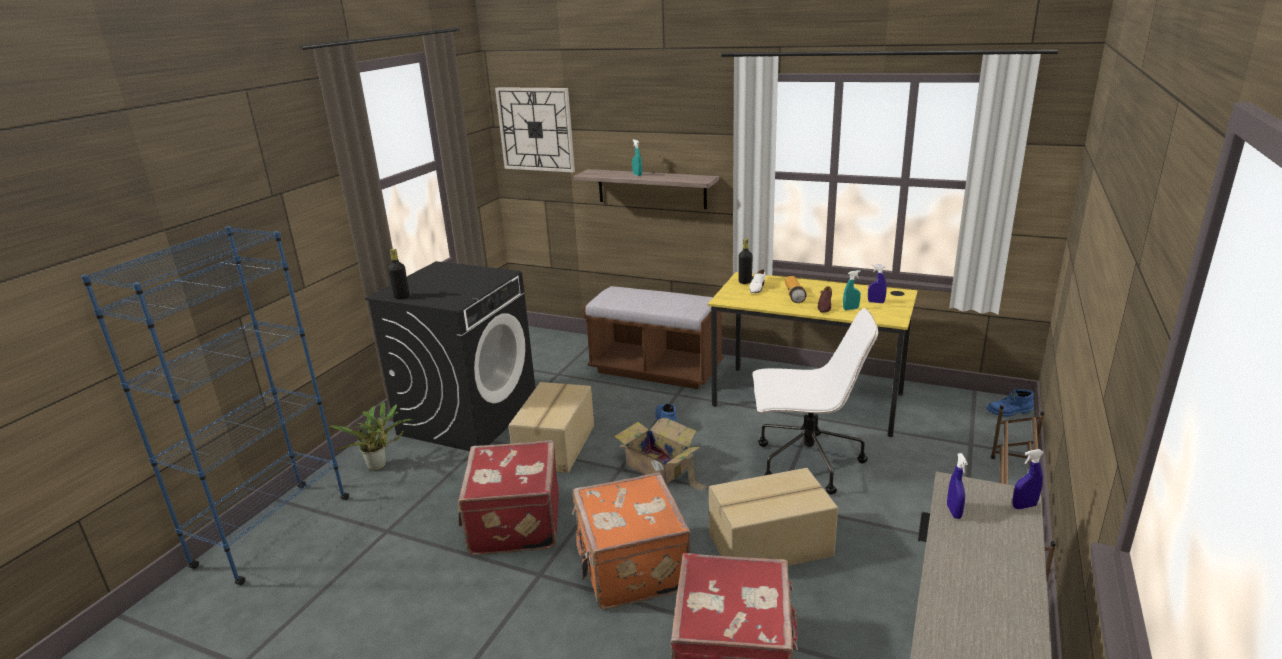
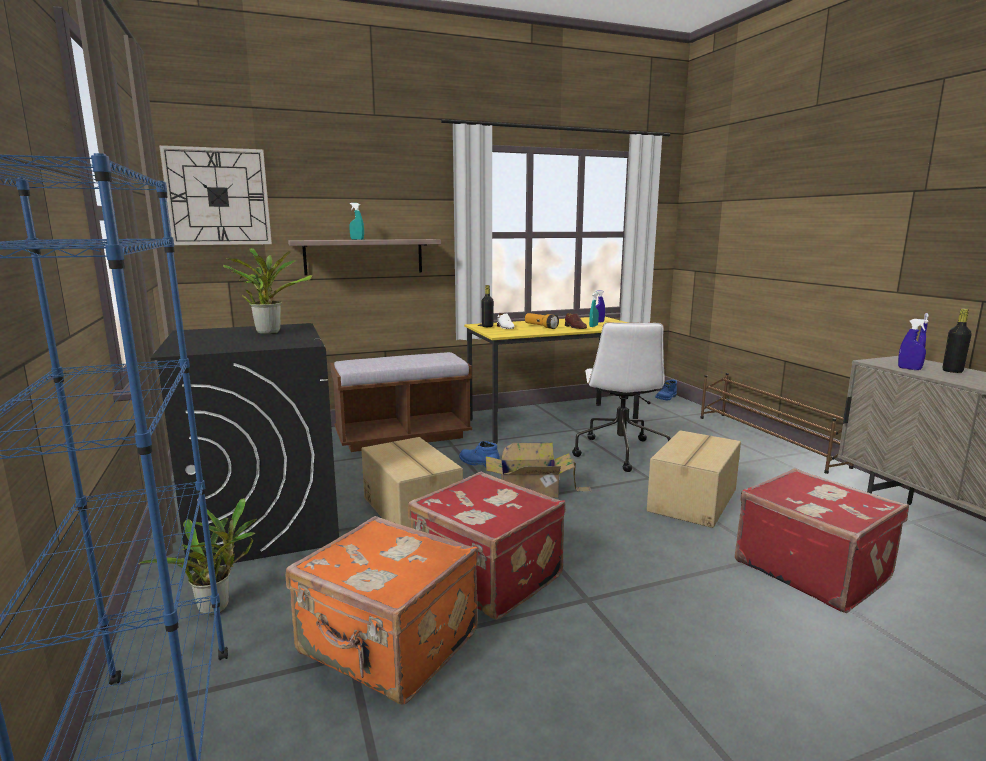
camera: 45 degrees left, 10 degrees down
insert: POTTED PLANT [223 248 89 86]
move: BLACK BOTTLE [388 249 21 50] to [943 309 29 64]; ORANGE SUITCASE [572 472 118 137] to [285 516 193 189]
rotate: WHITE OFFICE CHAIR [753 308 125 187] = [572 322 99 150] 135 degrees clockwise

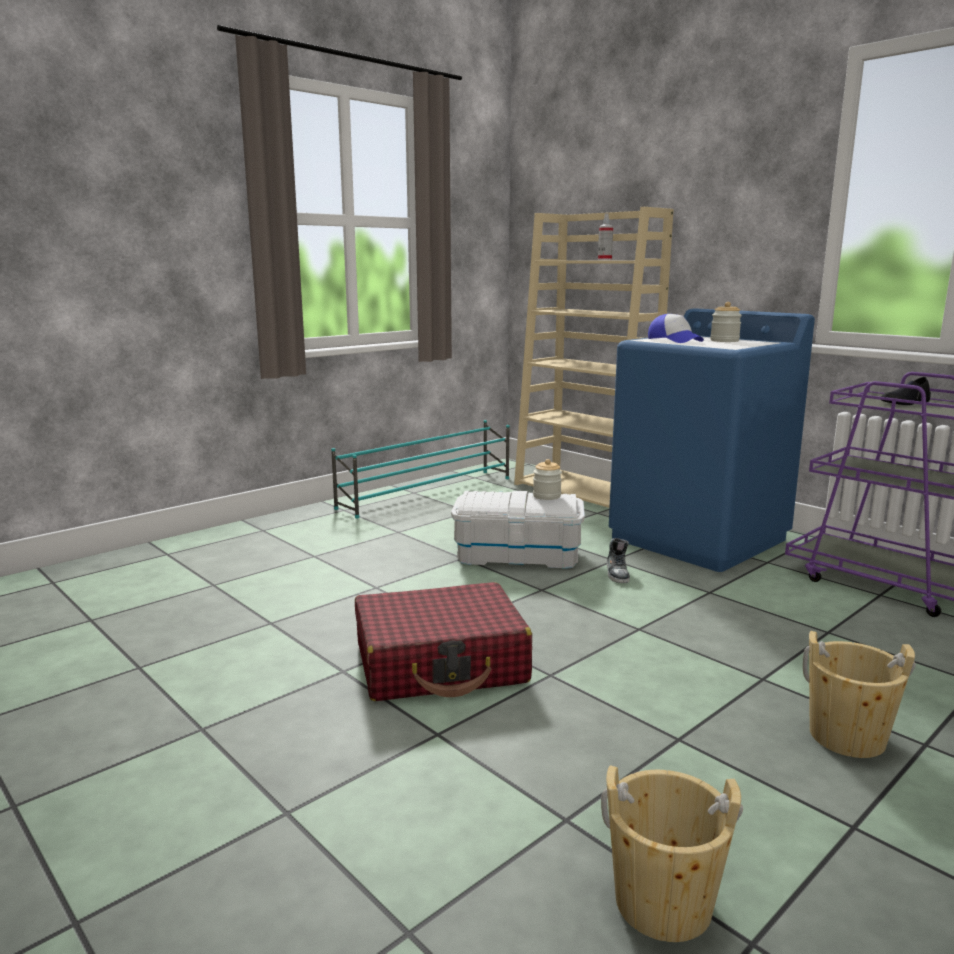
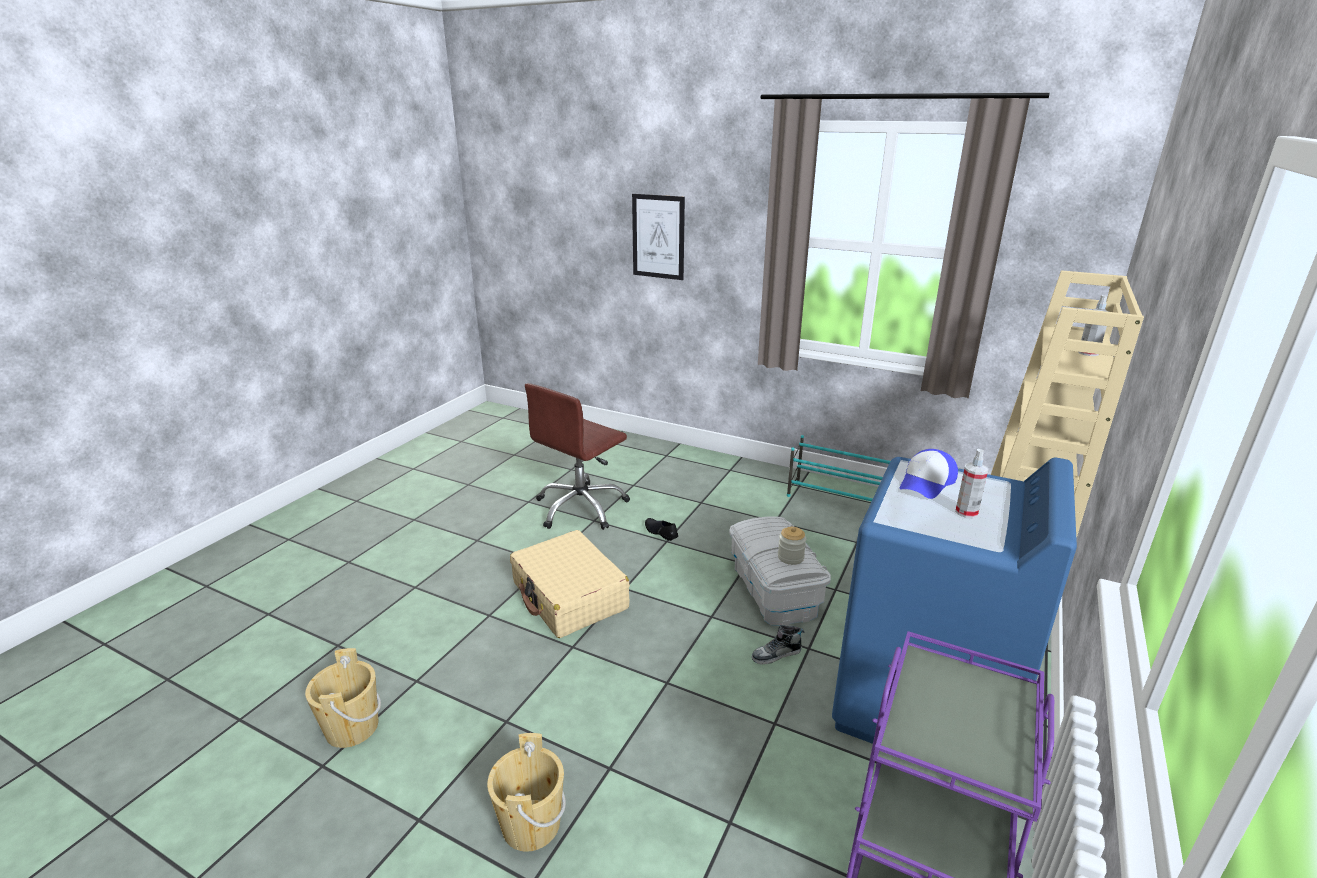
camera: 70 degrees right, 10 degrees up
insert: BROWN OFFICE CHAIR [525 383 105 147]; PICTURE [632 194 53 86]
move: BLACK SHOE [881 377 50 28] to [645 518 33 23]
replace: JAR [710 302 32 40] to SPRAY BOTTLE [955 449 34 69]
recolor: RED SUITCASE [355 582 177 119] to BEIGE SUITCASE [510 530 120 108]

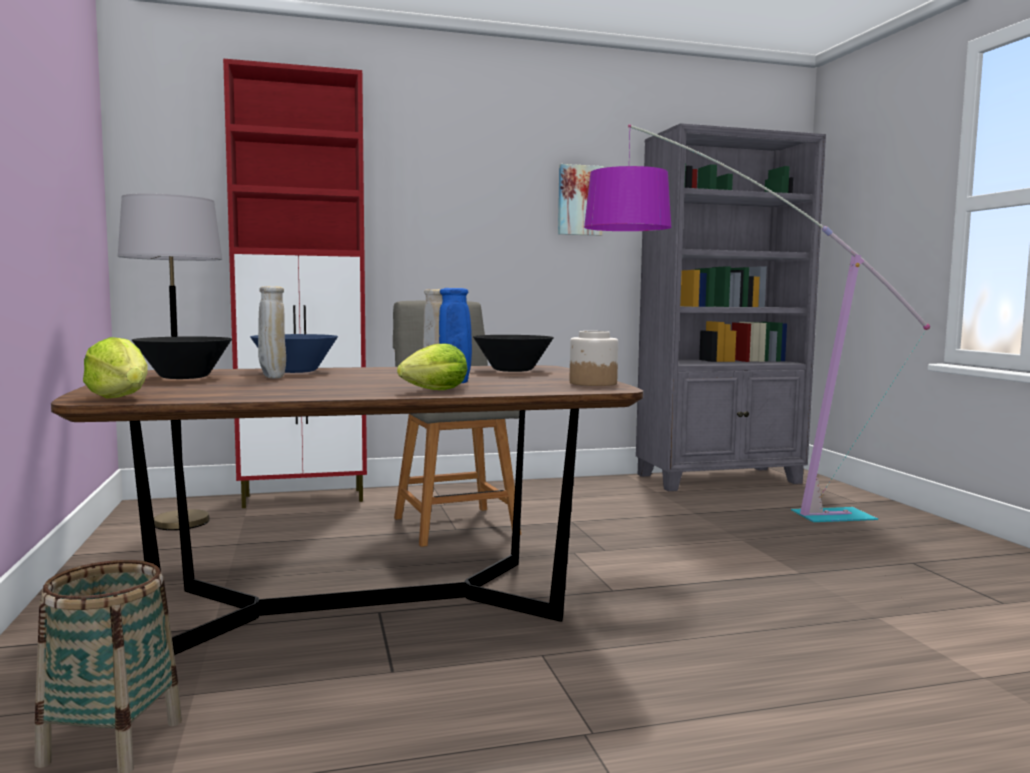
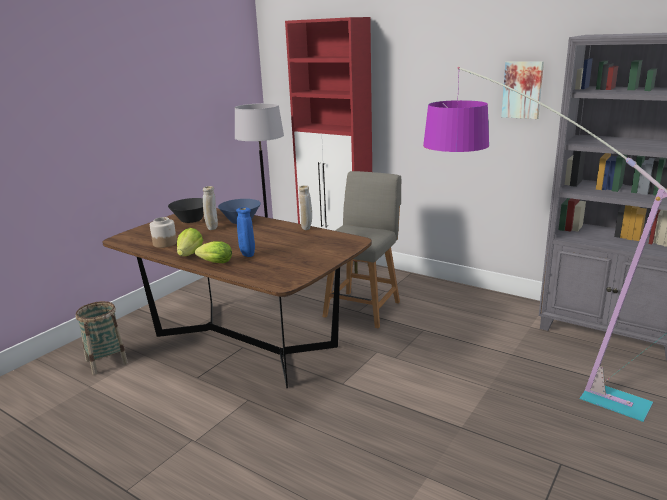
camera: 50 degrees right, 15 degrees up
delete: BLACK BOWL [473 335 81 37]
move: LETTUCE [83 337 65 61] to [177 228 26 28]; JAR [570 331 48 55] to [150 217 27 31]

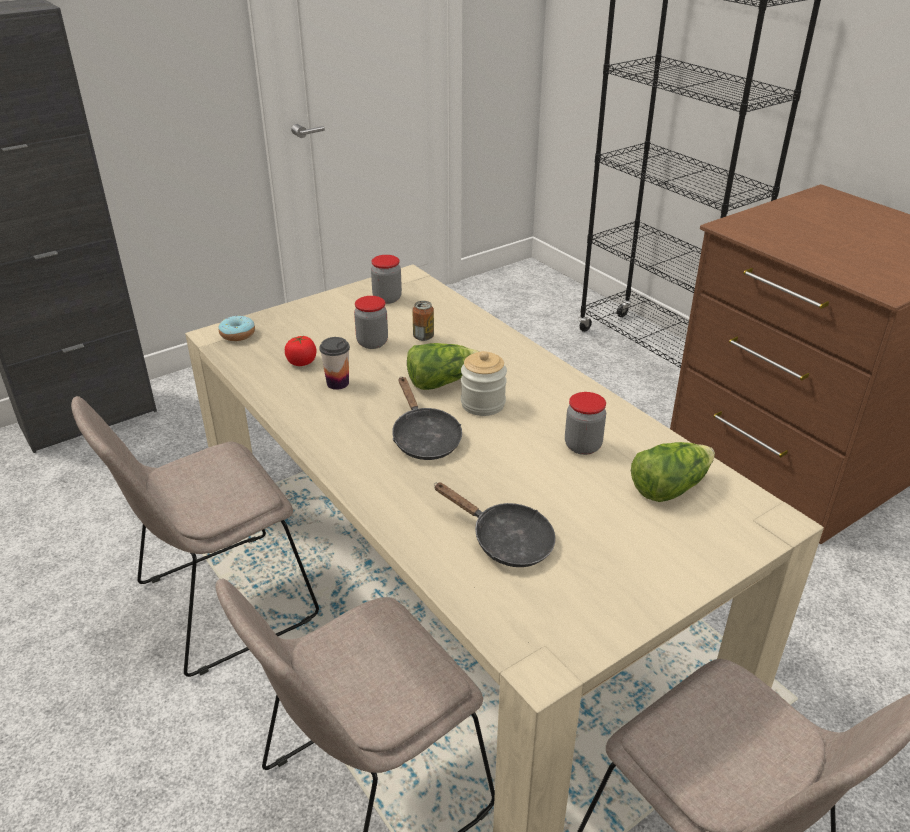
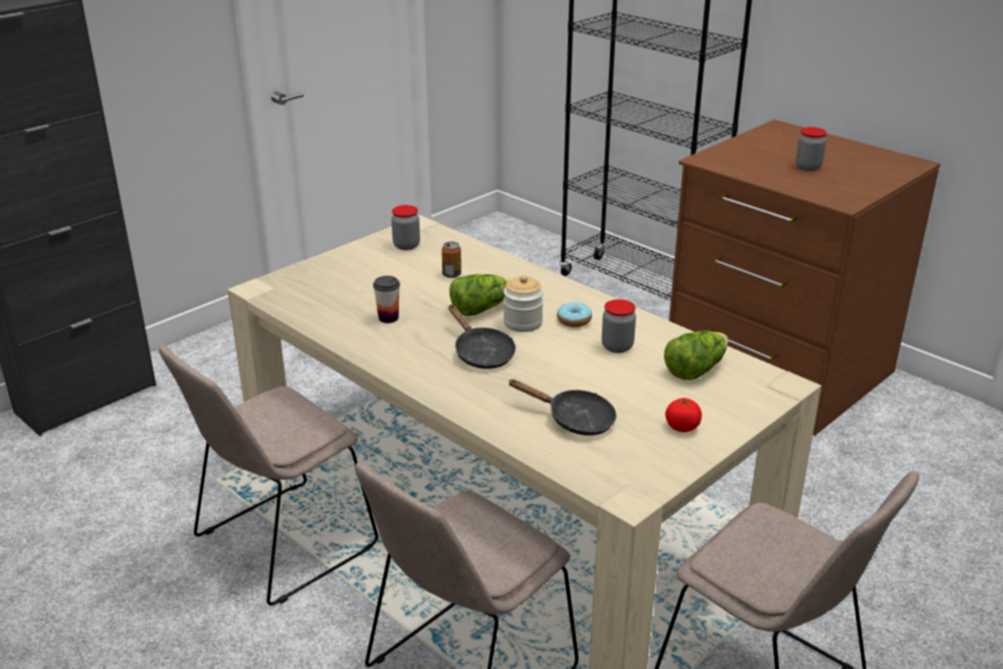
camera: 10 degrees left, 5 degrees down
move: DONUT [219 315 36 26] to [557 302 35 25]; TOMATO [285 336 31 30] to [665 397 37 35]; JAR [354 296 34 53] to [796 127 31 44]

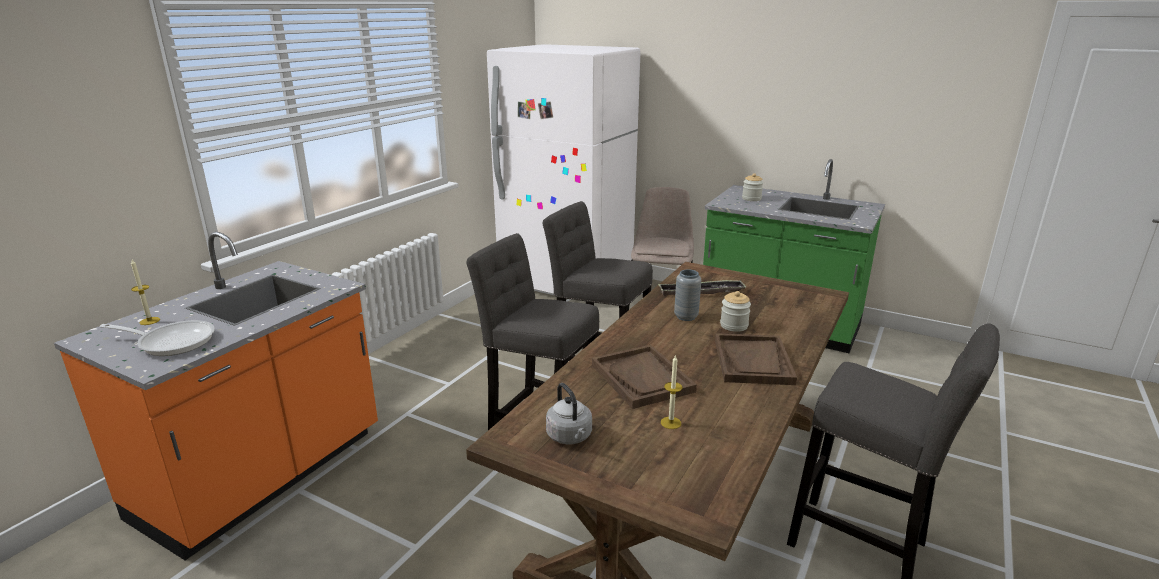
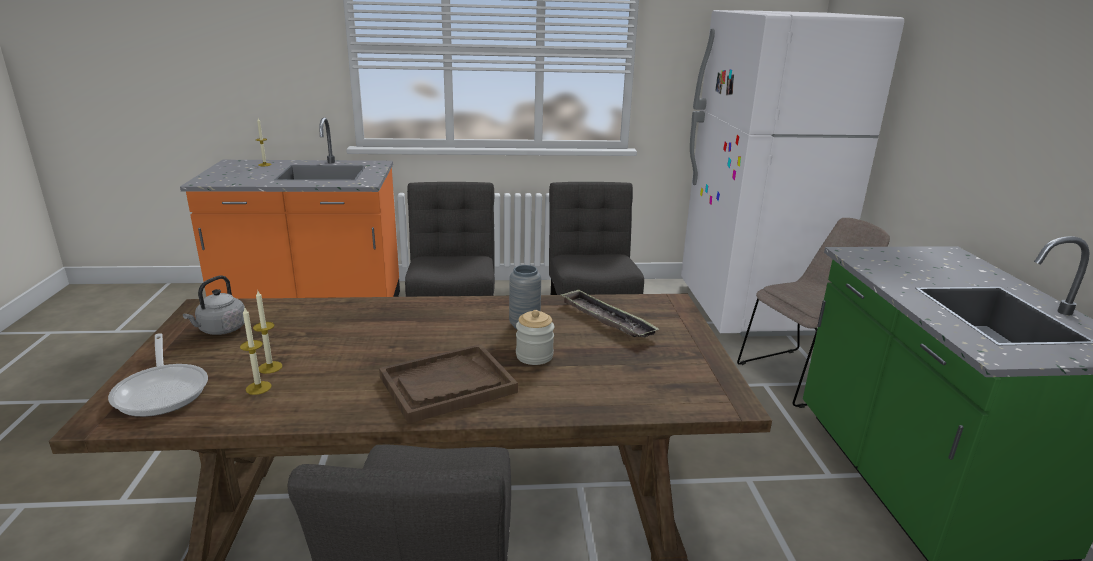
camera: 55 degrees right, 0 degrees up
delete: BROWN TRAY [592 345 105 64]; JAR [742 173 21 28]
insert: CANDLE [240 308 32 87]
move: FRYING PAN [100 320 115 36] to [108 333 100 84]

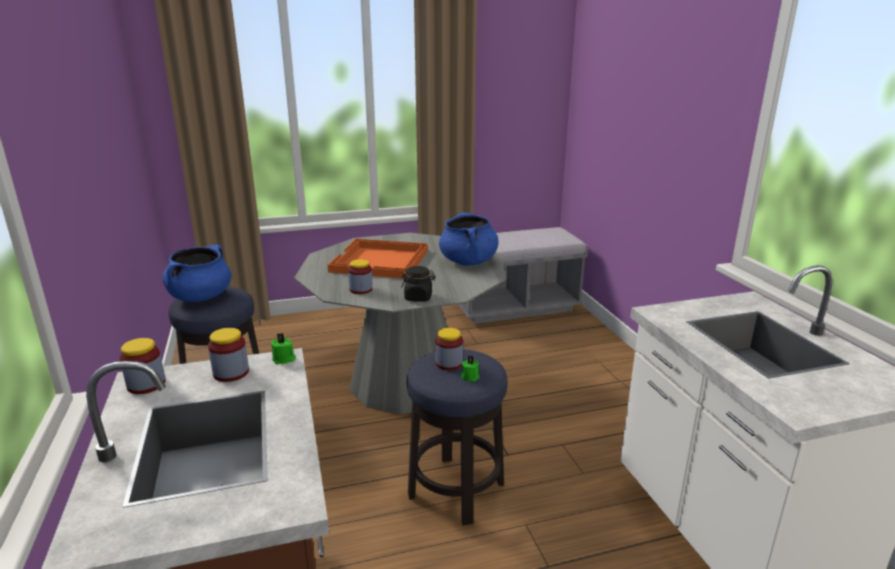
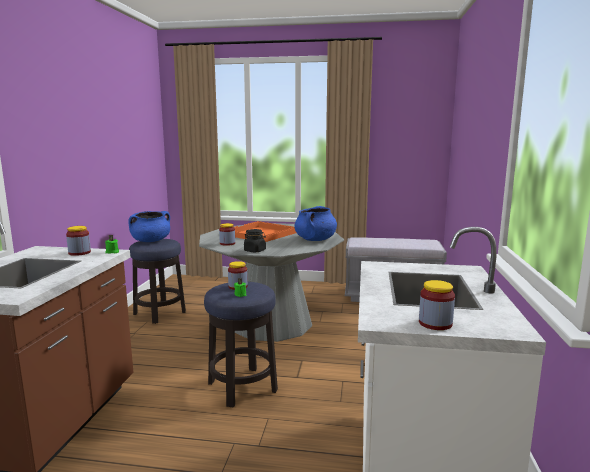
camera: 25 degrees right, 10 degrees down
move: JAR [120 338 46 56] to [419 280 36 50]

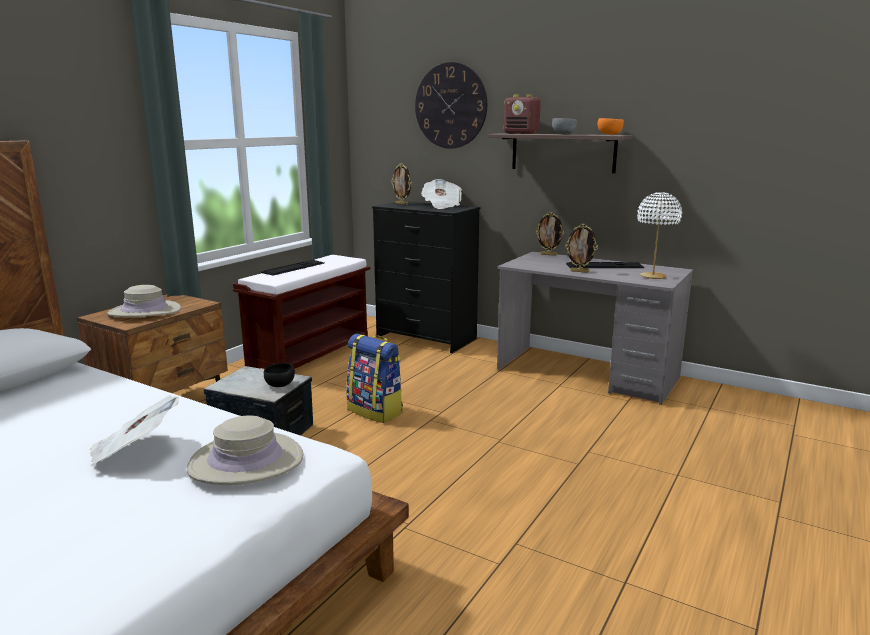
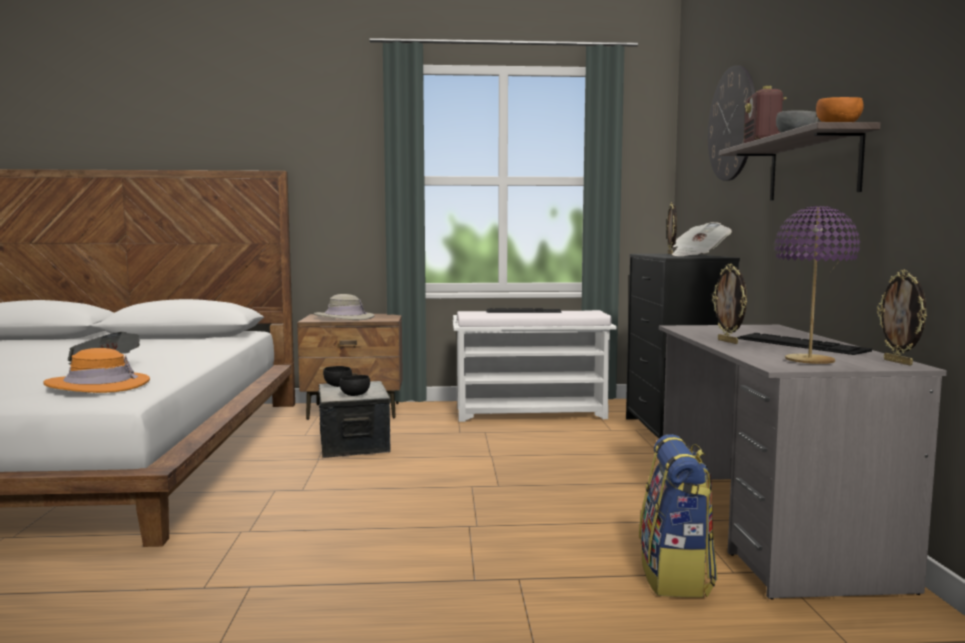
camera: 55 degrees right, 10 degrees down
insert: BLACK BOWL [323 366 29 21]
move: BACKPACK [346 334 57 89] to [639 434 79 164]; PICTURE FRAME [536 212 28 44] to [877 270 50 95]
recolor: BEIGE HAT [187 415 117 70] to ORANGE HAT [44 348 106 45]; BROWN BENCH [233 255 138 114] to WHITE BENCH [453 310 164 112]; WHITE TABLE LAMP [637 192 45 87] to PURPLE TABLE LAMP [775 206 85 158]

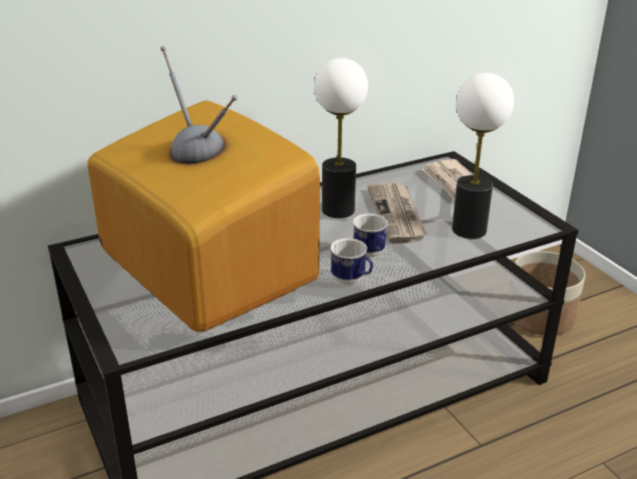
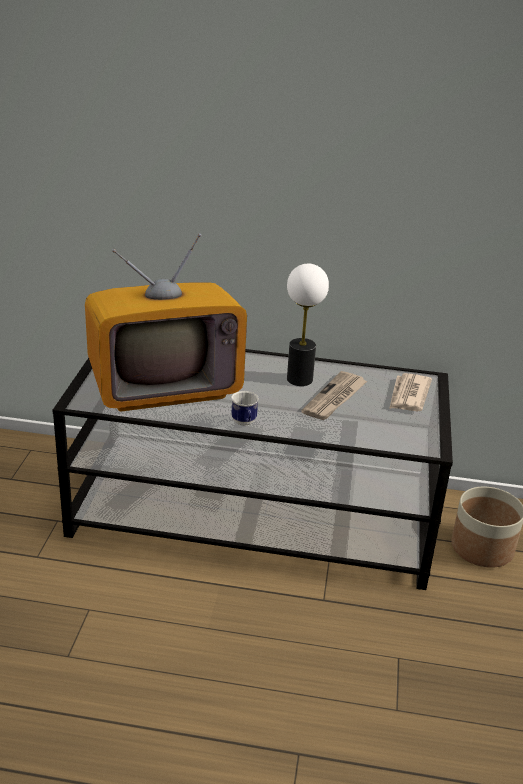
camera: 35 degrees right, 0 degrees up
delete: MUG [353 213 35 45]; TABLE LAMP [452 73 62 166]
rotate: TELEVISION [87 46 233 286] = [85 233 162 178] 75 degrees clockwise

